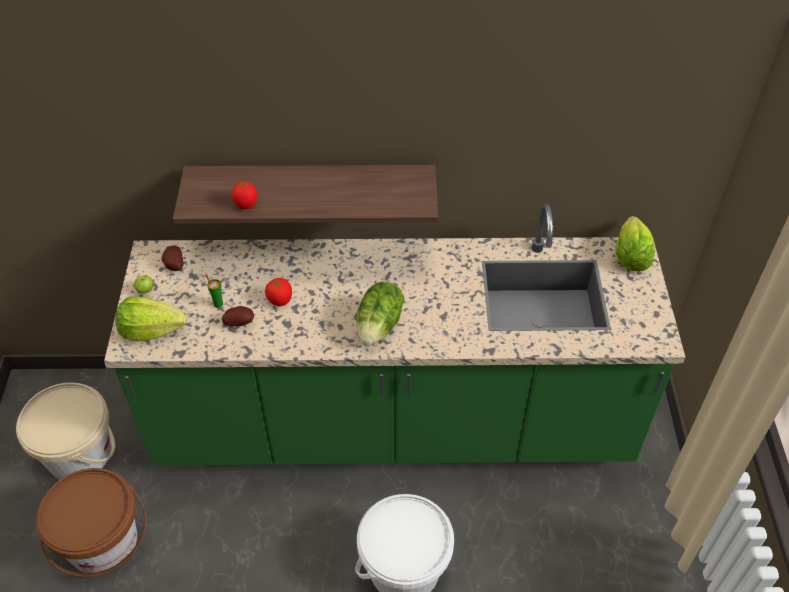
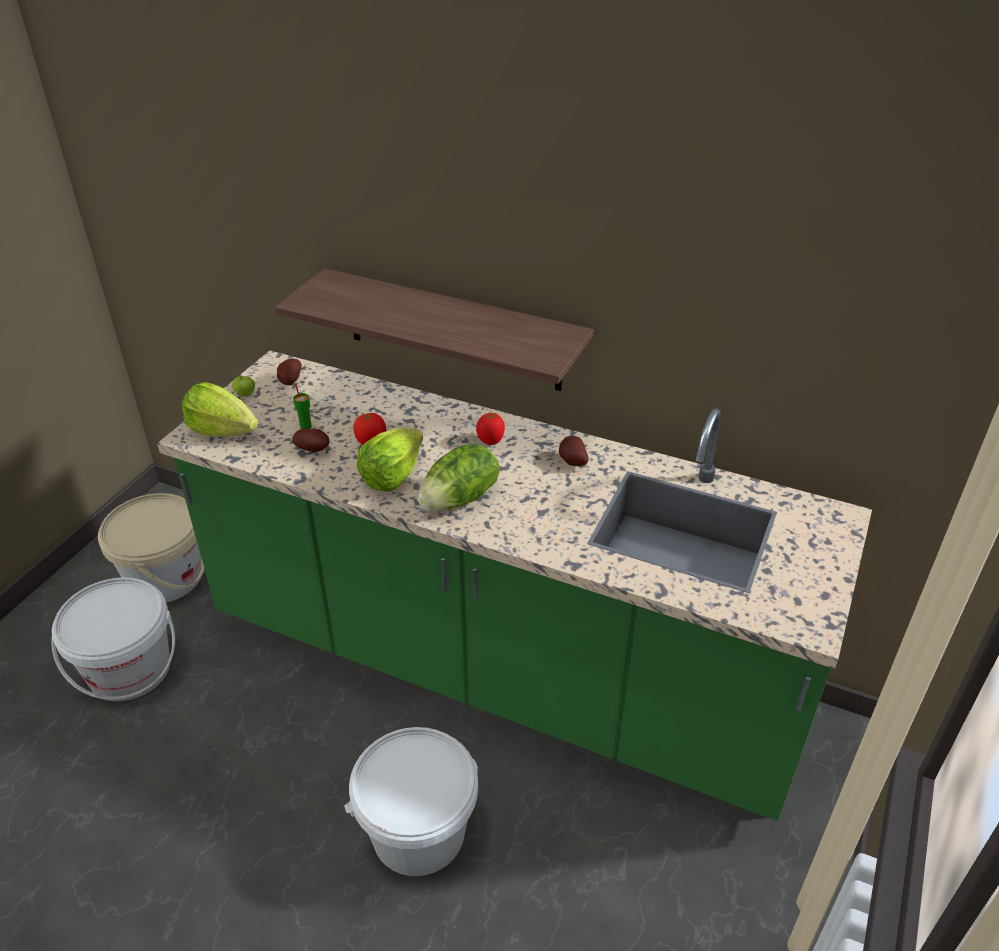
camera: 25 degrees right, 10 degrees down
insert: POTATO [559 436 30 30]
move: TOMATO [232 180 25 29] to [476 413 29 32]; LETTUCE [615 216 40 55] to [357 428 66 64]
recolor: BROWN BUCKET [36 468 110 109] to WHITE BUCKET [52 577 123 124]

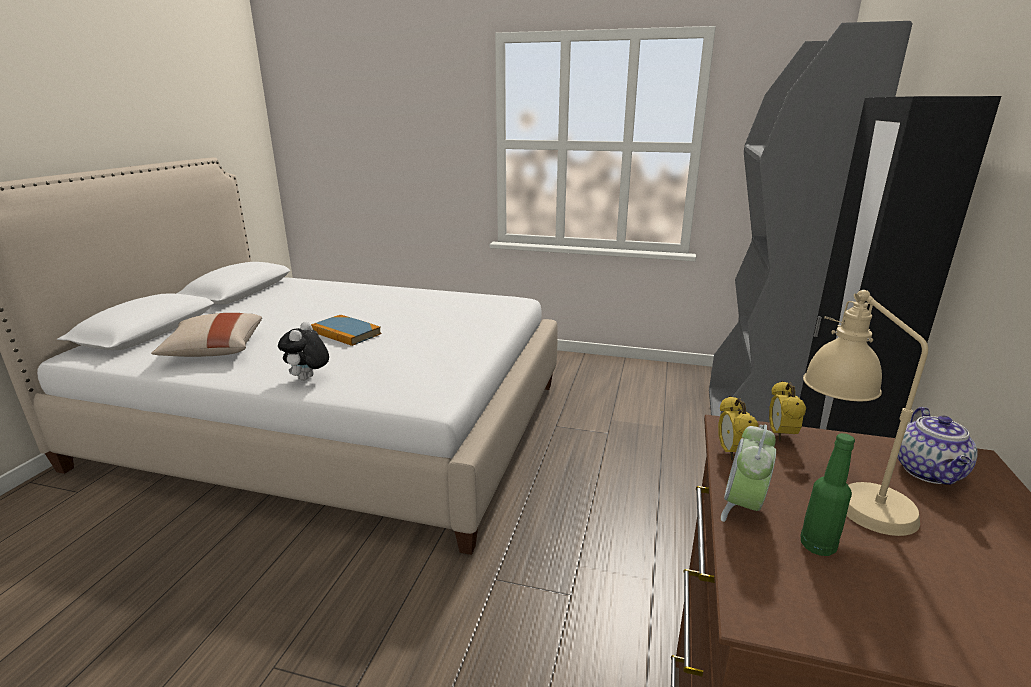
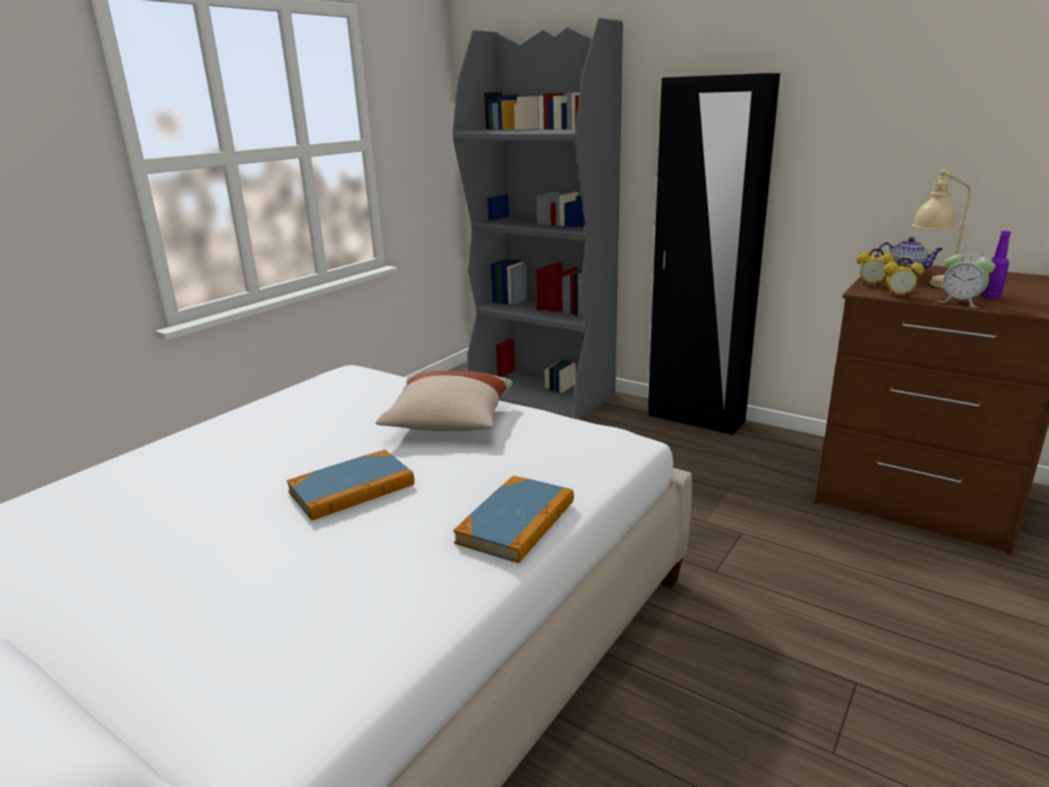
camera: 70 degrees left, 0 degrees up
move: BEIGE PILLOW [151 313 111 44] to [376 371 137 60]
replace: PLUSH TOY [278 322 51 59] to BOOK [453 476 121 87]
recolor: GREEN BOTTLE [801 433 54 123] to PURPLE BOTTLE [981 230 30 69]

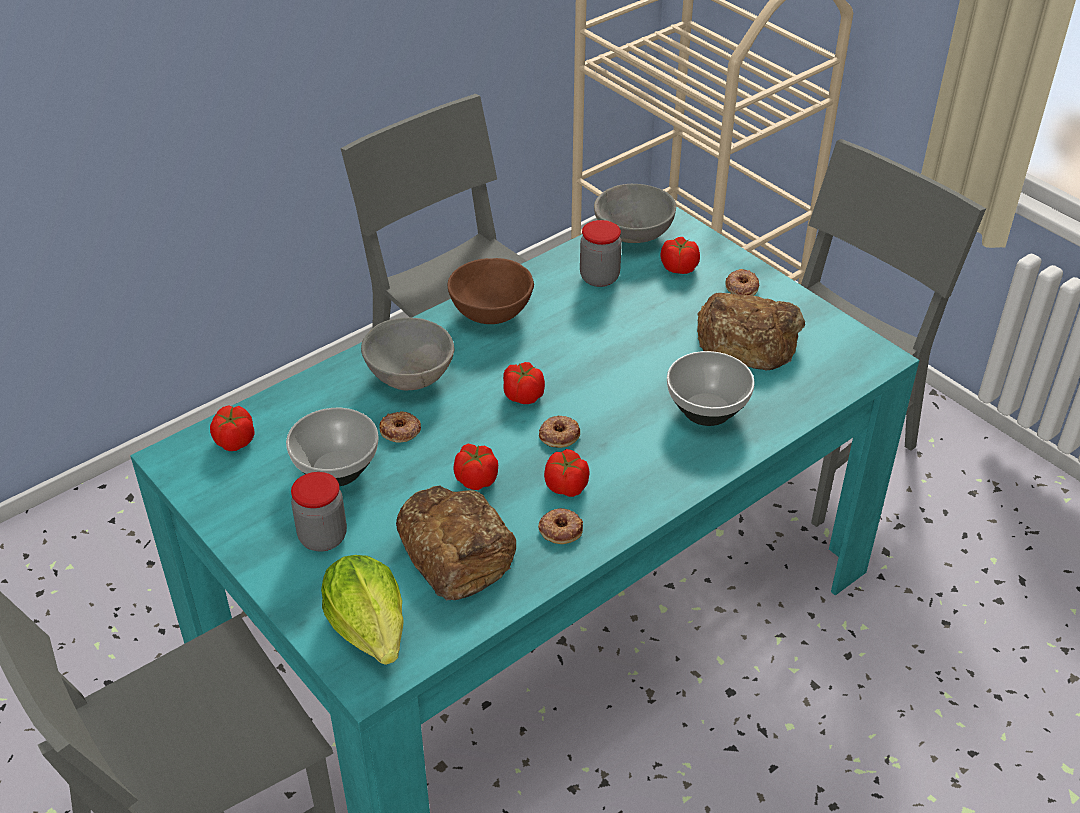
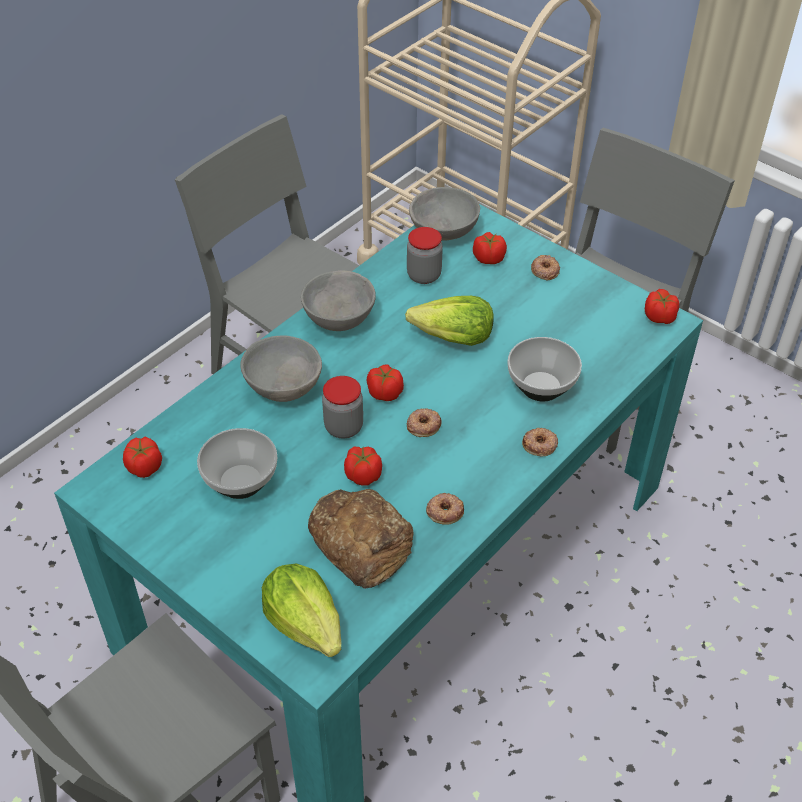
camera: 10 degrees left, 5 degrees up
delete: BREAD [697 293 108 77]
insert: LETTUCE [405 296 89 50]
move: JAR [291 472 56 79] to [322 376 41 62]; DONUT [379 411 42 32] to [522 428 36 28]; TOMATO [544 449 46 48] to [645 289 34 35]
recolor: BROWN BOWL [447 258 87 66] to GREY BOWL [301 270 75 61]

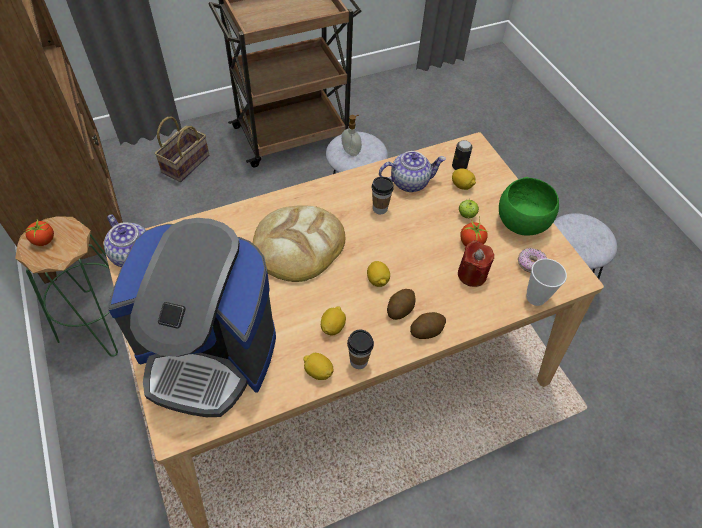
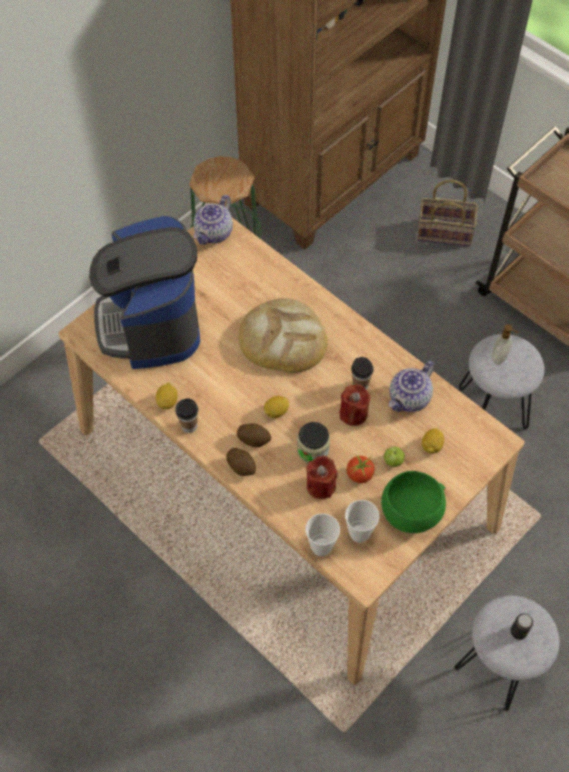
camera: 70 degrees right, 5 degrees up
delete: TOMATO [23 218 31 28]; LEMON [321 306 25 29]
insert: JAR [297 422 33 41]; RED CANDLE [339 384 31 42]
move: CAN [452 140 20 30] to [510 613 23 27]
replace: DONUT [518 248 29 25] to CUP [345 500 34 43]
rotate: TEAPOT [379 151 67 41] = [389 361 46 51] 75 degrees clockwise

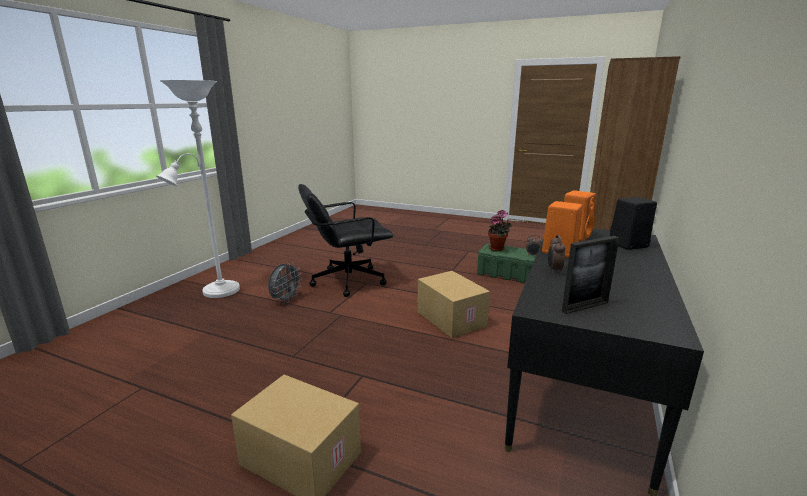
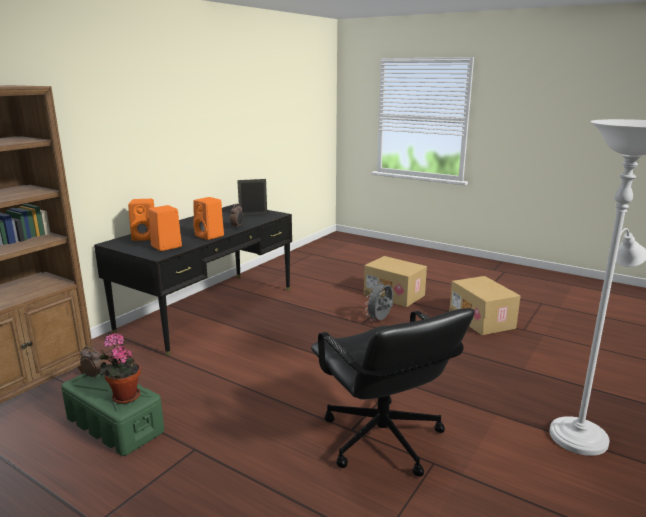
camera: 170 degrees left, 0 degrees up
move: GREY FAN [268 263 34 41] to [365 280 28 41]; CARDBOARD BOX [417 271 73 67] to [449 276 71 59]
recolor: BLACK SPEAKER [610 197 47 53] to ORANGE SPEAKER [128 199 26 42]
rotate: BLACK OFFICE CHAIR [298 184 95 113] = [311 308 164 169] 75 degrees clockwise

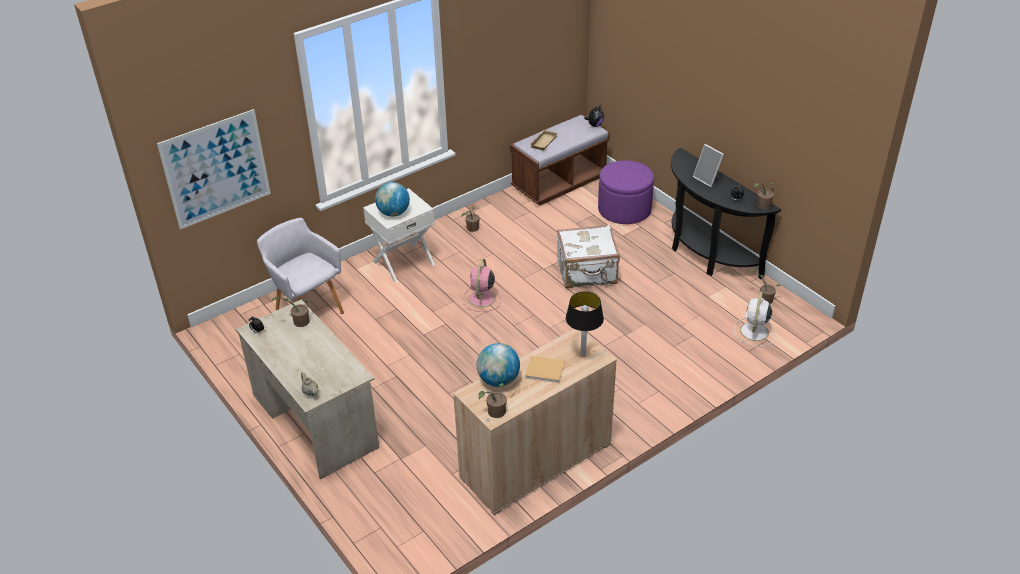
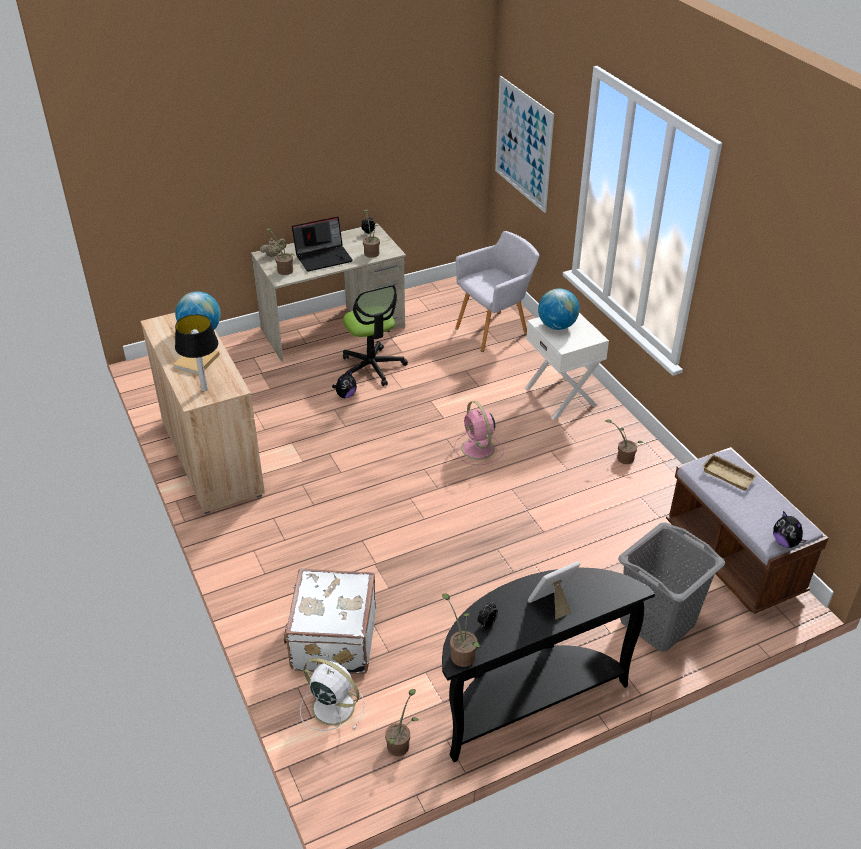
camera: 100 degrees right, 0 degrees up
insert: LAPTOP [292 217 61 55]; PLUSH TOY [332 371 25 27]; OFFICE CHAIR [343 285 65 101]
move: POTTED PLANT [478 383 29 35] to [266 228 29 47]; WHITE SUITCASE [557 224 63 64] to [284 568 92 106]
replace: PURPLE OTTOMAN [598 160 56 64] to GREY LAUNDRY BASKET [618 522 107 130]
rotate: PINK FAN [463 259 38 53] = [454 401 50 64] 135 degrees counterclockwise

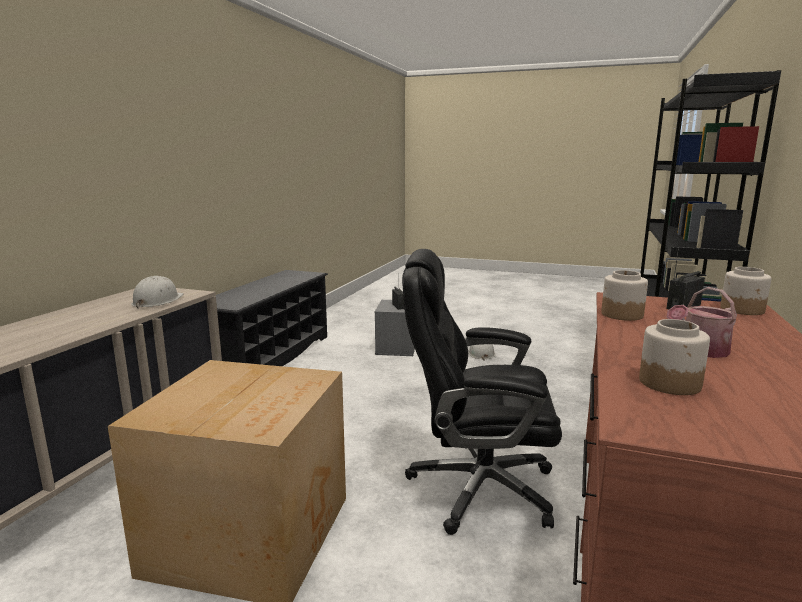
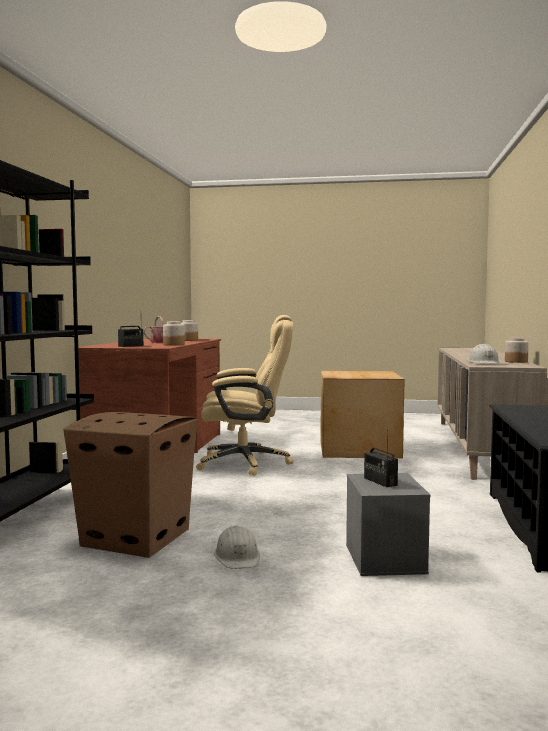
camera: 170 degrees right, 10 degrees down
insert: CARDBOARD BOX [63 412 134 146]
move: JAR [720 267 51 48] to [505 338 24 25]
recolor: BLACK OFFICE CHAIR [402 249 160 286] to BEIGE OFFICE CHAIR [196 315 98 161]

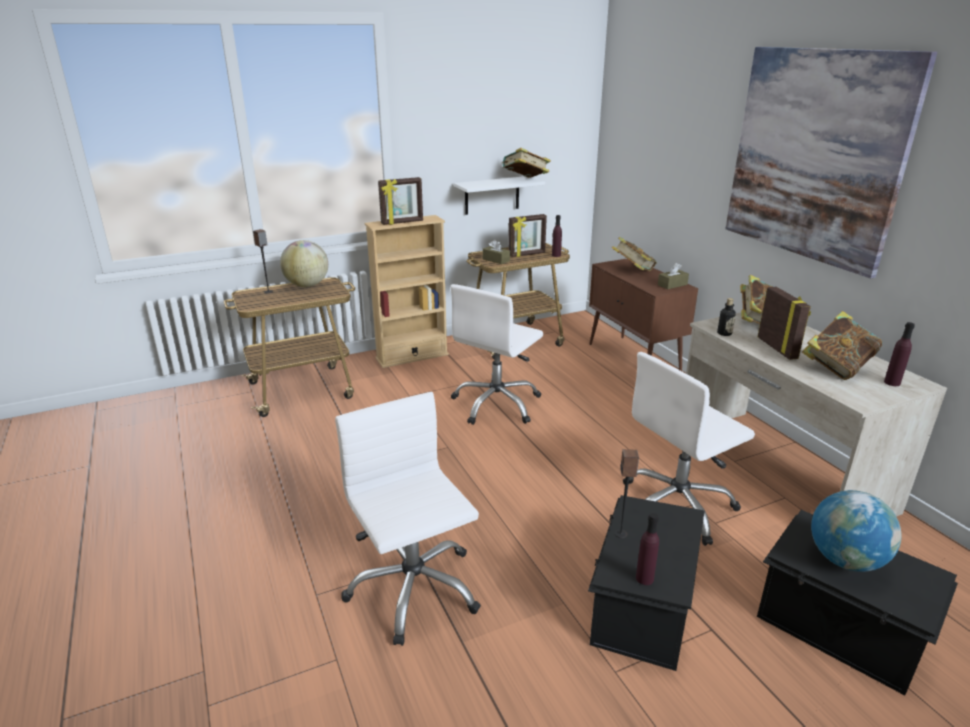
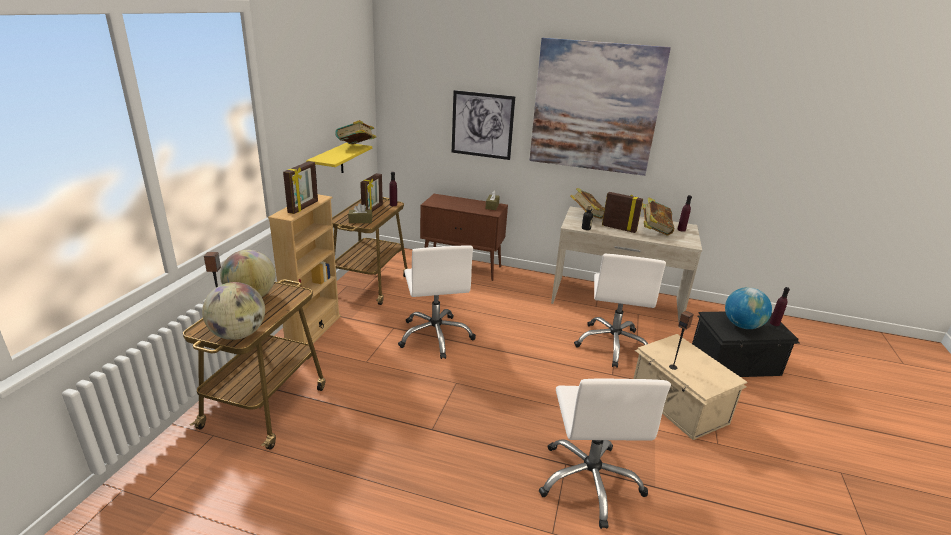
camera: 50 degrees left, 0 degrees up
delete: BOOK [612 237 45 34]
insert: GLOBE [202 282 63 58]; PICTURE [452 90 63 70]
move: PURPLE BOTTLE [636 513 23 72] to [770 287 20 39]
recolor: WHITE SHELF [454 176 91 39] to YELLOW SHELF [306 143 66 39]; BLACK STORAGE BOX [588 495 116 176] to BEIGE STORAGE BOX [633 334 114 106]
rotate: WHITE OFFICE CHAIR [335 392 146 254] = [538 379 133 150] 105 degrees counterclockwise

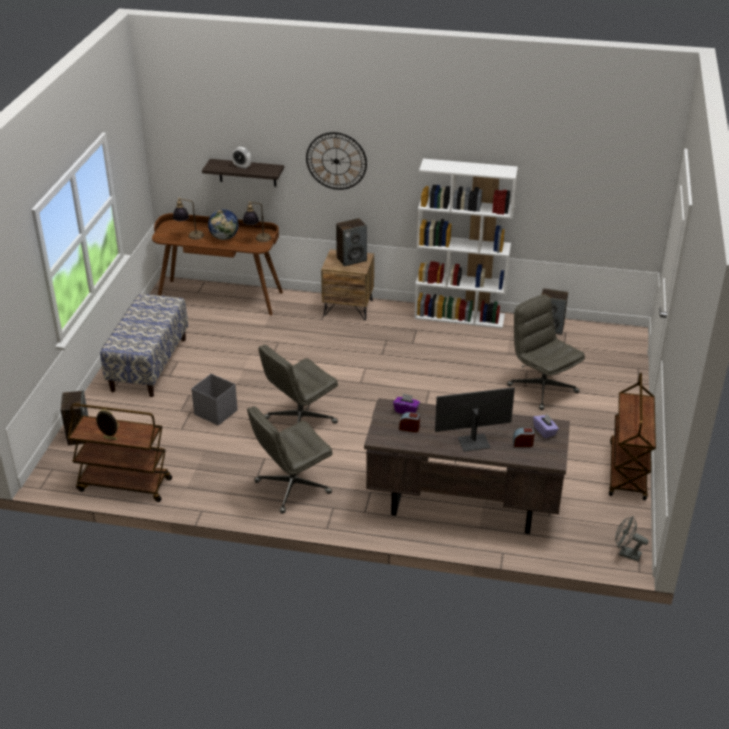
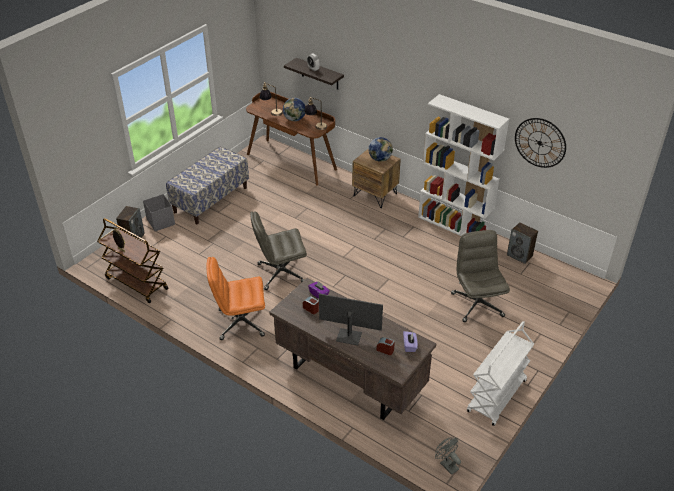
camera: 25 degrees right, 5 degrees up
move: GREY STORAGE BOX [191 374 47 52] to [143 194 32 37]; WALL CLOCK [306 132 61 58] to [515 118 51 50]
replace: SPEAKER [336 218 31 48] to GLOBE [369 137 24 25]
recolor: GREY OFFICE CHAIR [247 406 86 108] to ORANGE OFFICE CHAIR [206 257 59 83]; BROWN CART [609 373 47 127] to WHITE CART [467 321 67 105]

